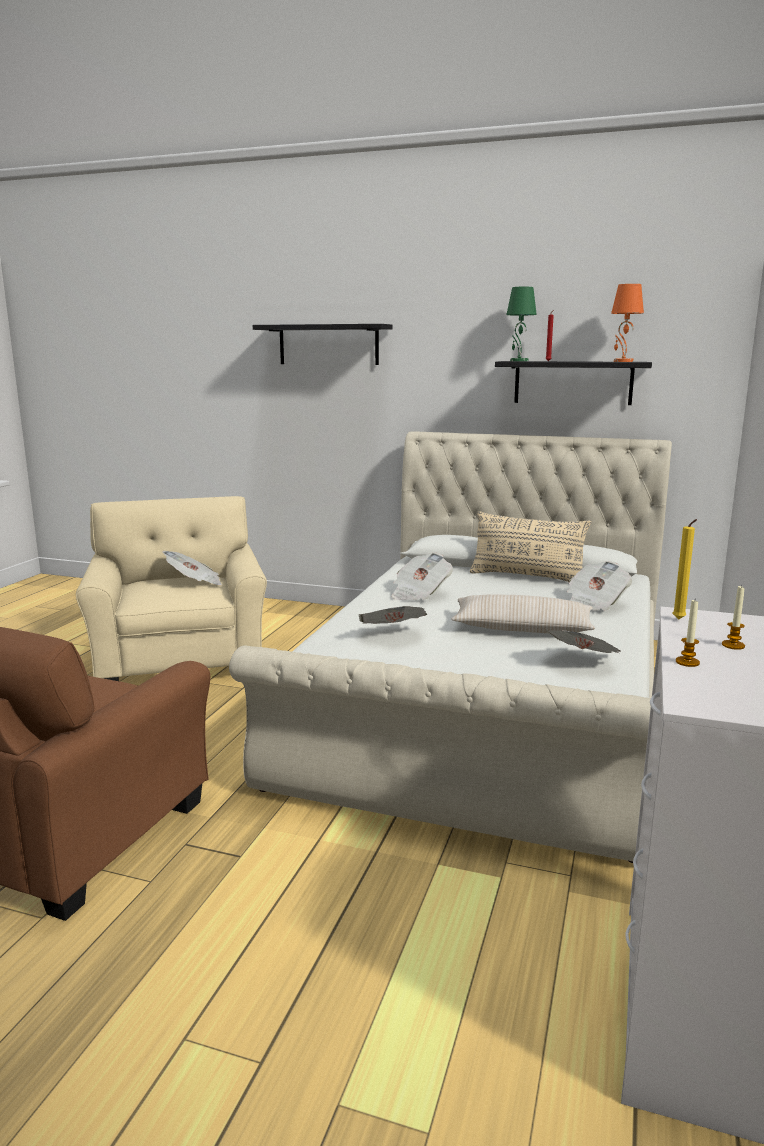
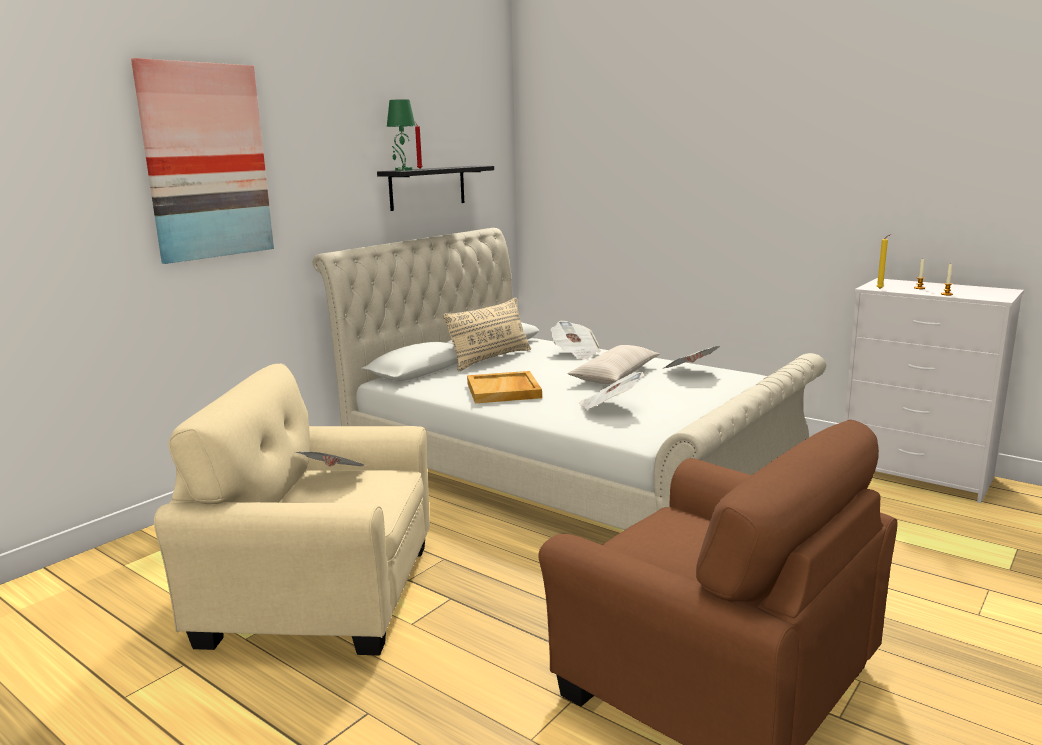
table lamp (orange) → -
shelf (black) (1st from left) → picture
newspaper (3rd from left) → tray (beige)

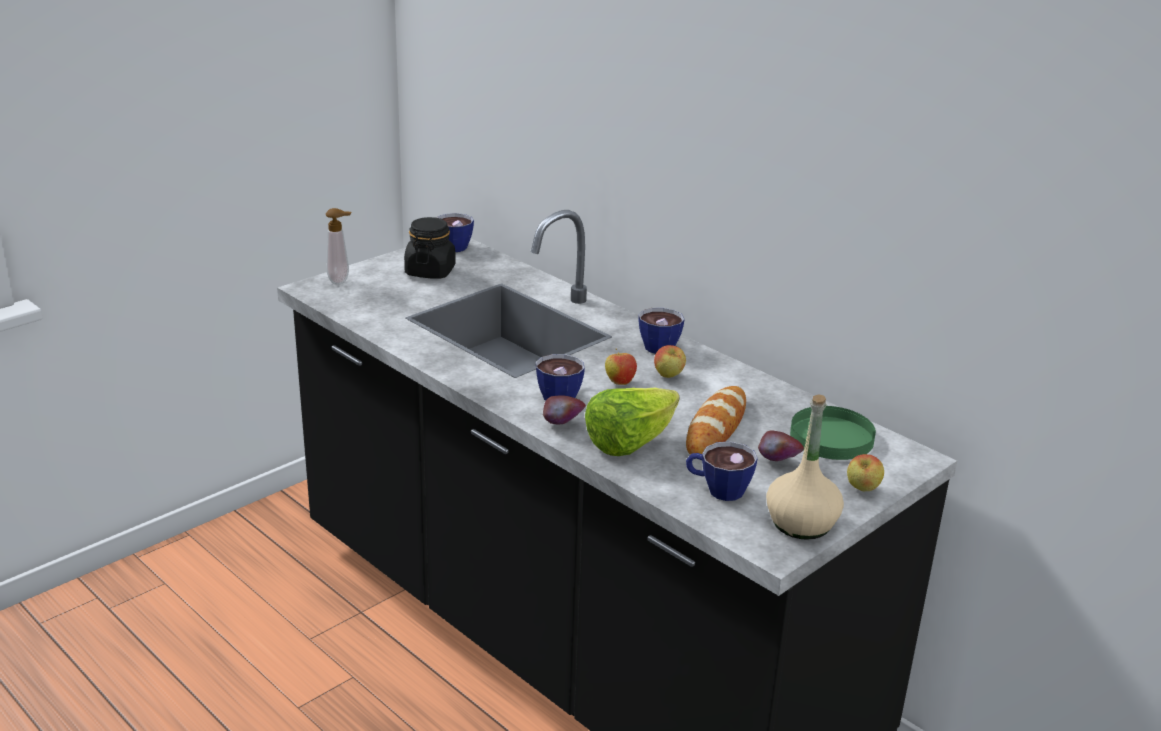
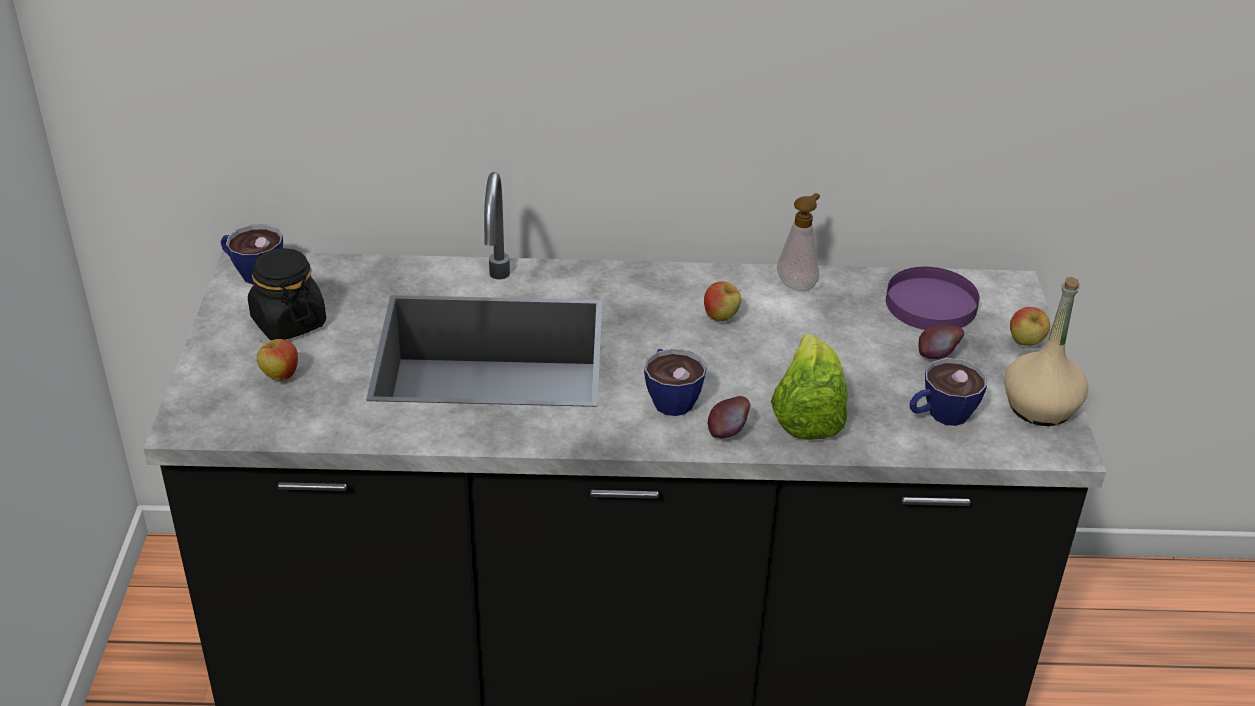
cup (3rd from left) → -
bread → -
soap dispenser, move
apple (2nd from left in the first image) → apple (1st from left), move
plate (green) → plate (purple)

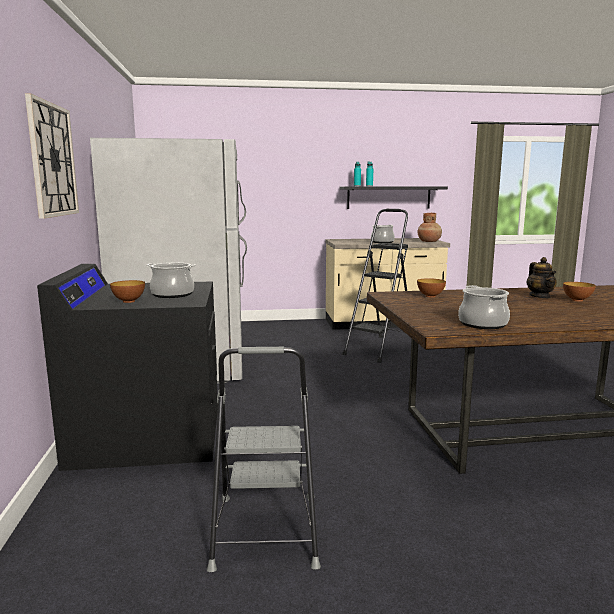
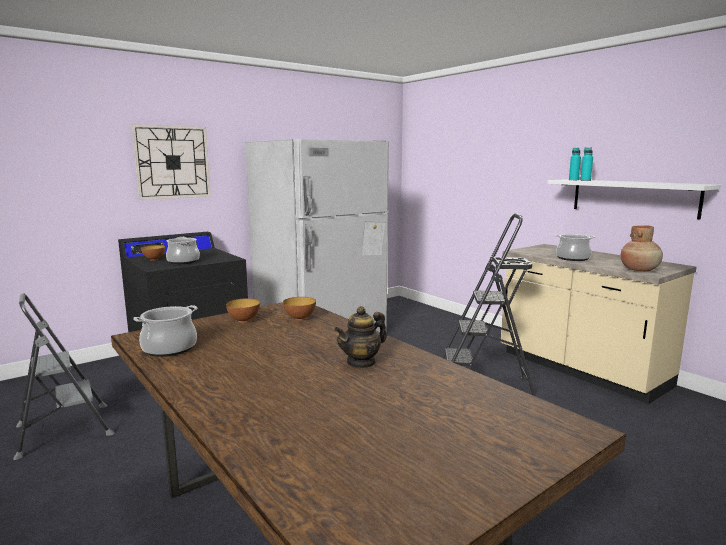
bowl (3rd from left in the first image) → bowl (2nd from left), move
shelf (black) → shelf (white)

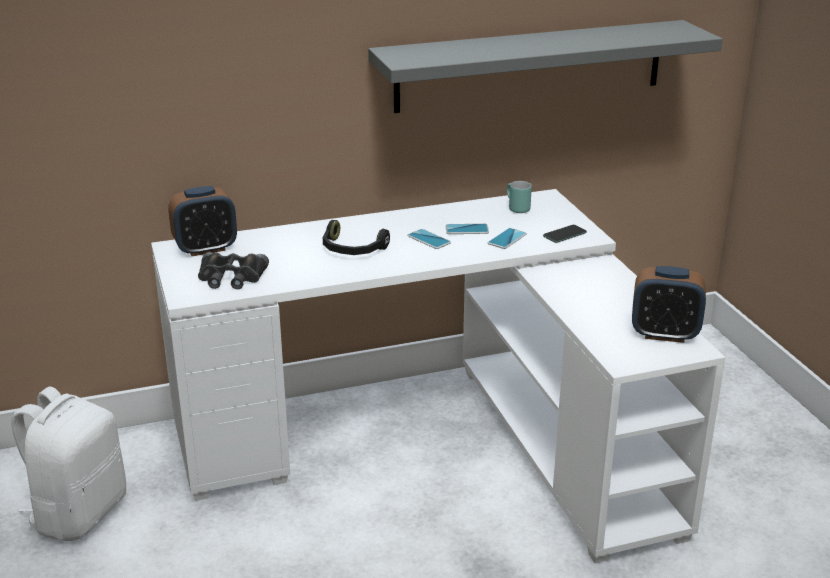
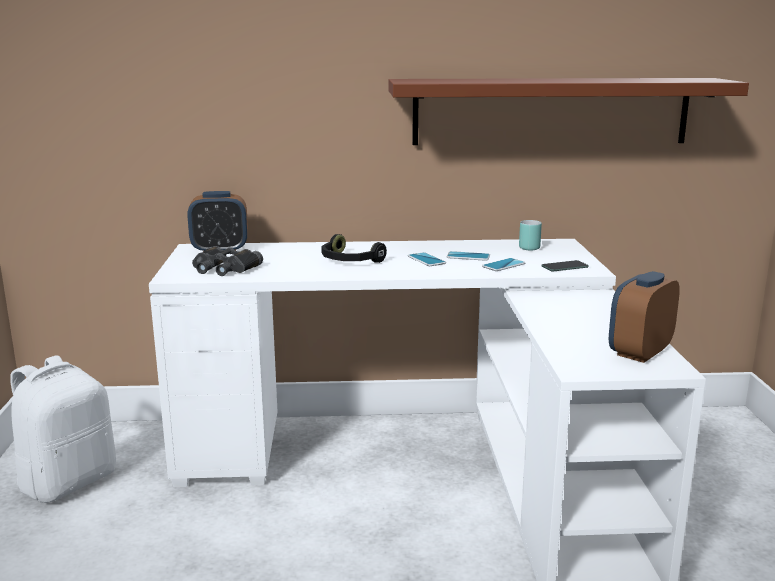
shelf (grey) → shelf (brown)
alarm clock (2nd from left), 105 degrees clockwise

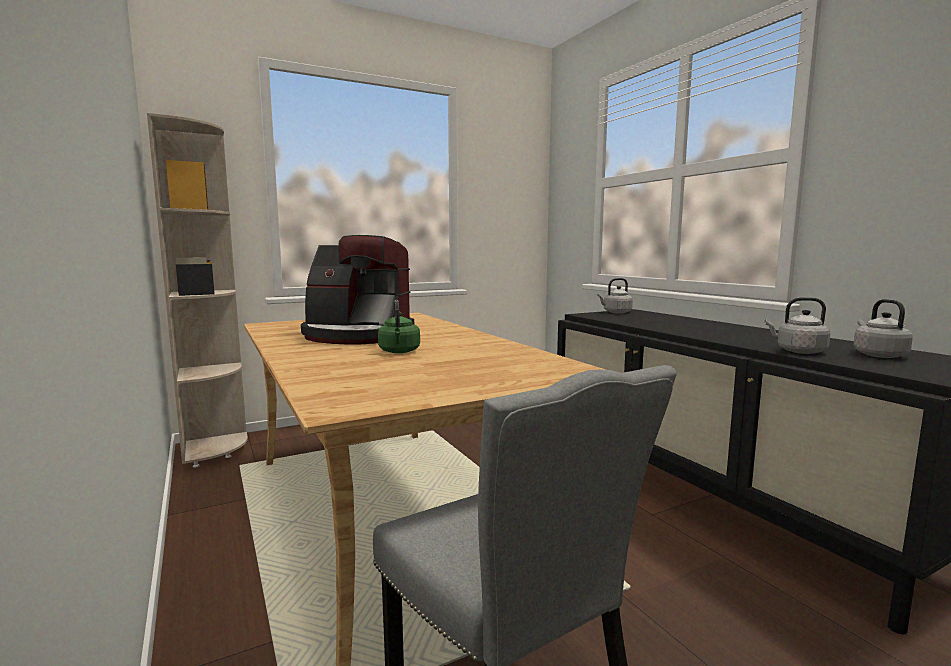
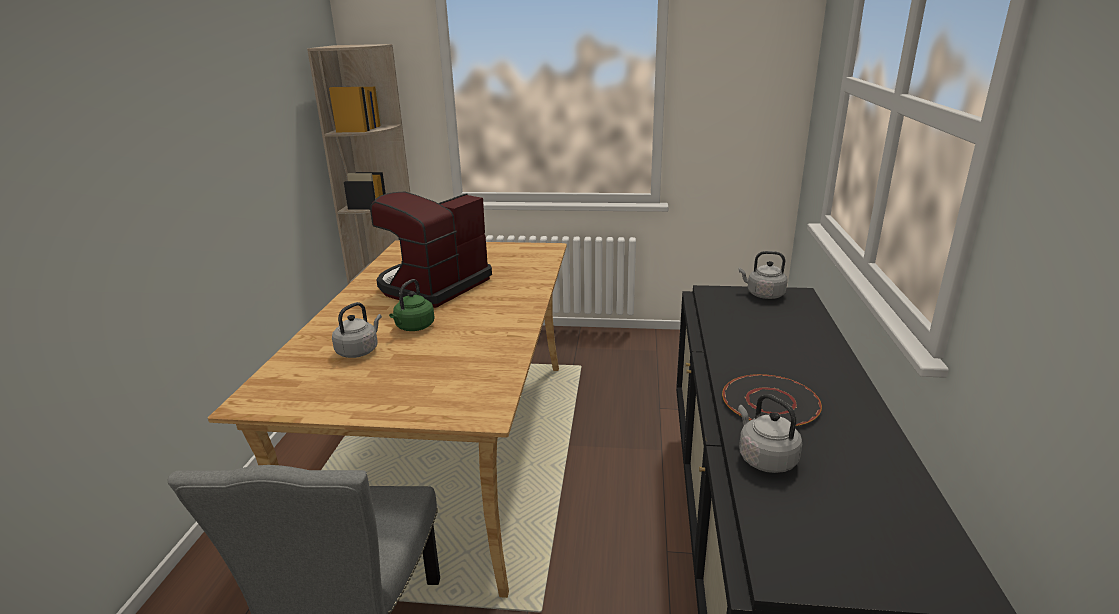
- → plate (black)
kettle (grey) (3rd from left in the first image) → kettle (grey) (1st from left), move
coffee machine, 75 degrees clockwise

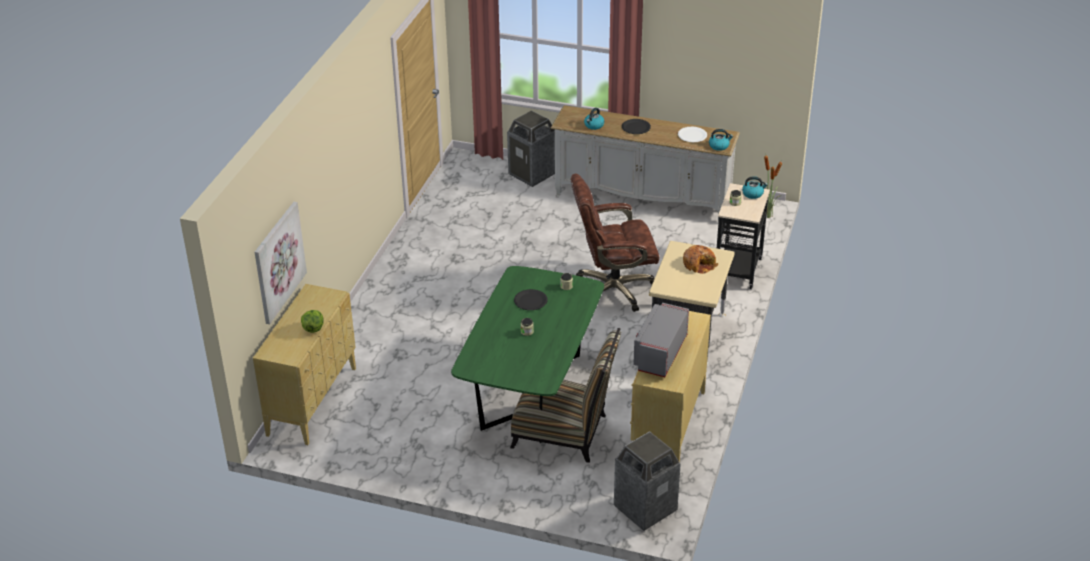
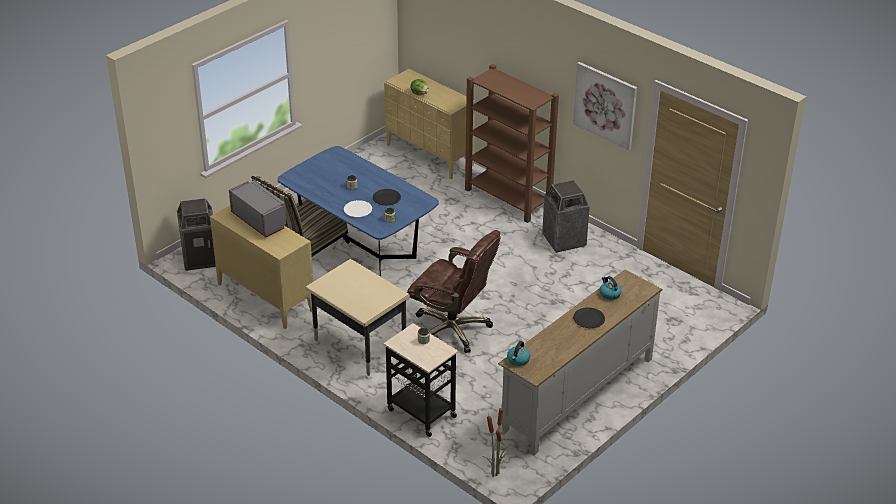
bread → -
kettle (3rd from left) → -
- → bookcase (brown)
picture, move
trash can (1st from left in the first image) → trash can (2nd from left), move
plate (white), move
dining table (green) → dining table (blue)
office chair (brown), 105 degrees clockwise

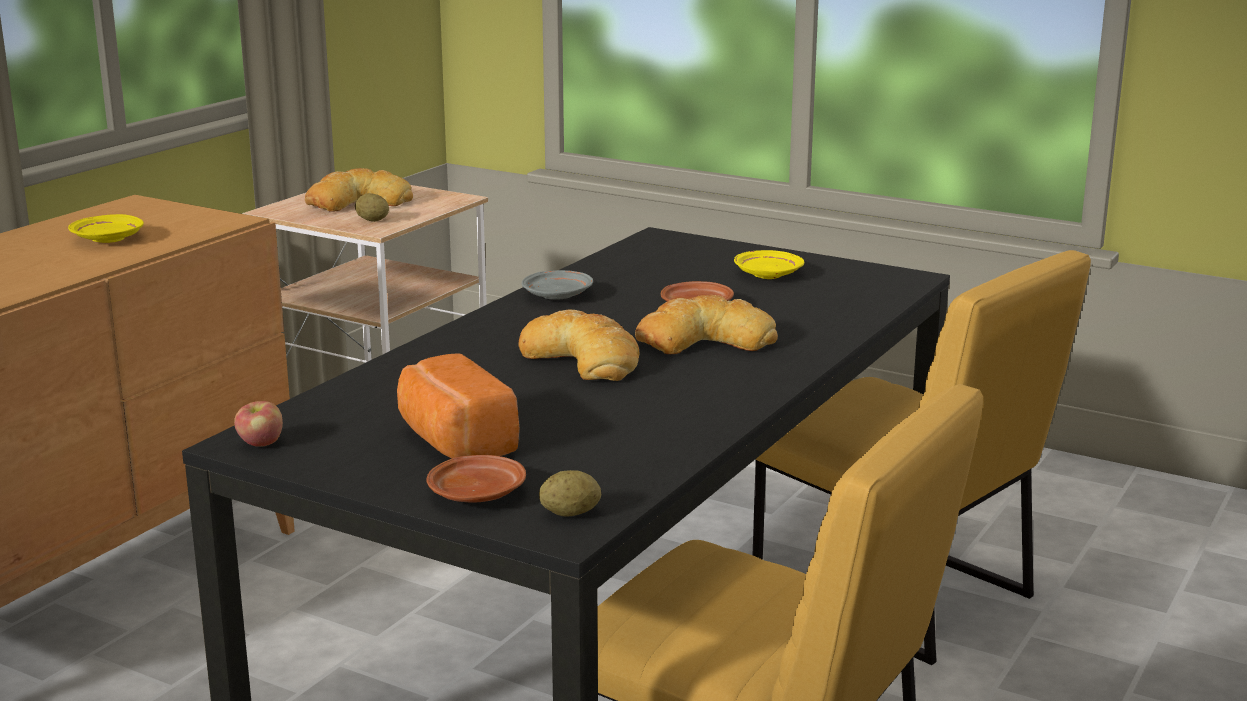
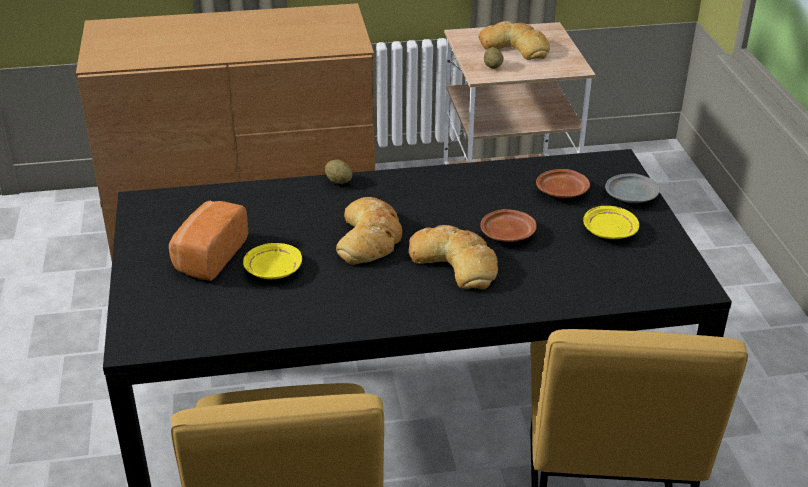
apple → -
plate (yellow) (1st from left), move
plate (brown) (1st from left in the first image) → plate (brown) (2nd from left), move
plate (grey), move
potato (2nd from left in the first image) → potato (1st from left), move

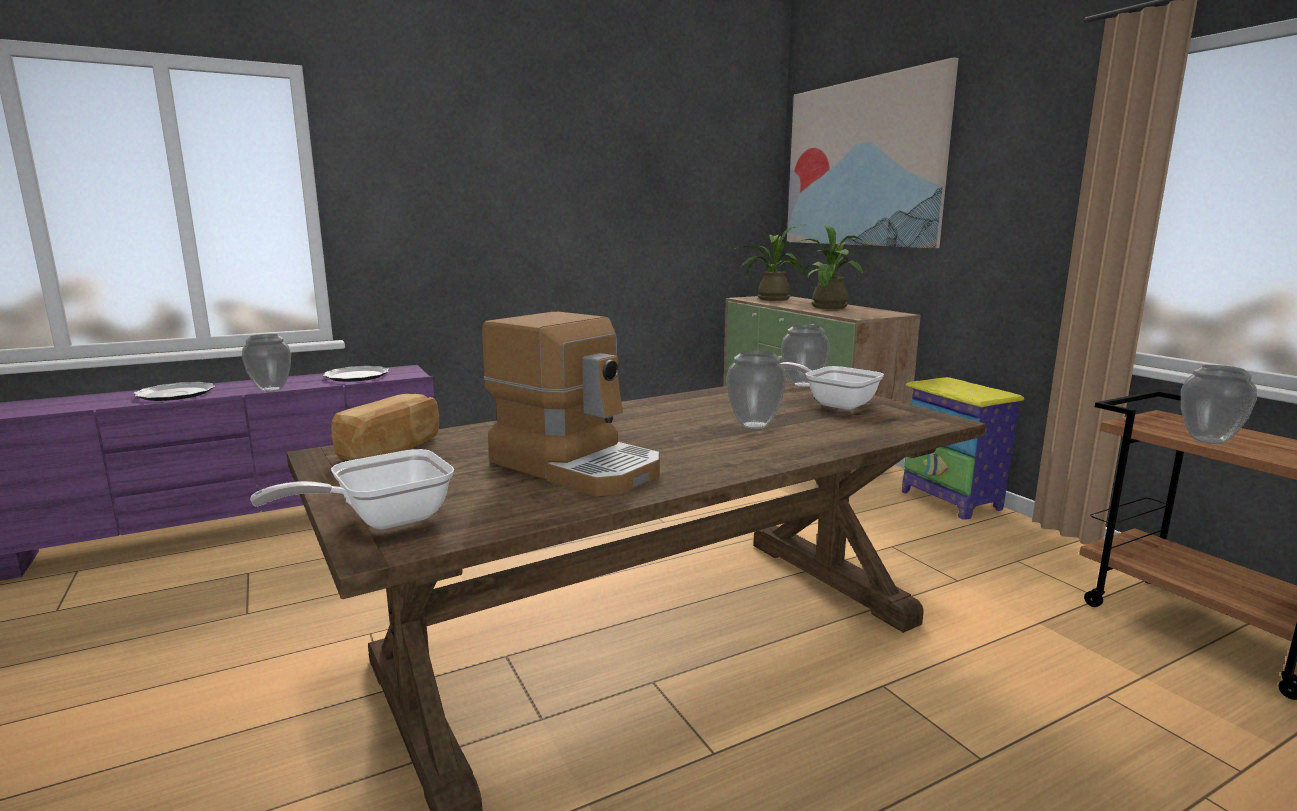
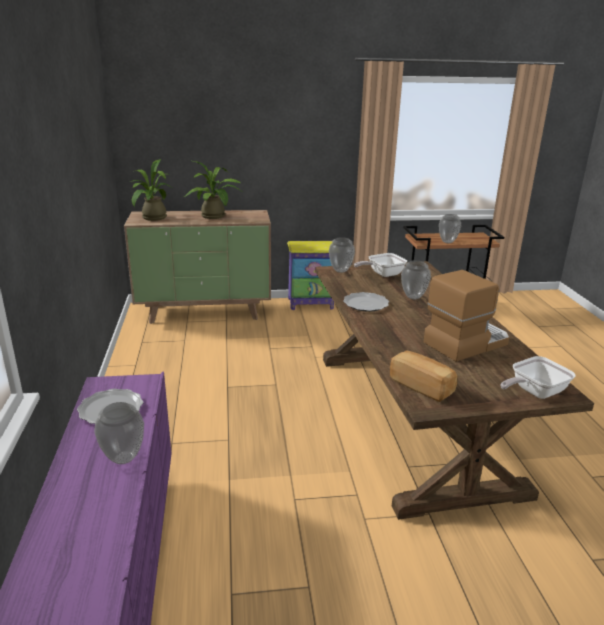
picture → -
plate (1st from left in the first image) → plate (2nd from left), move
frying pan (1st from left in the first image) → frying pan (2nd from left), 75 degrees clockwise

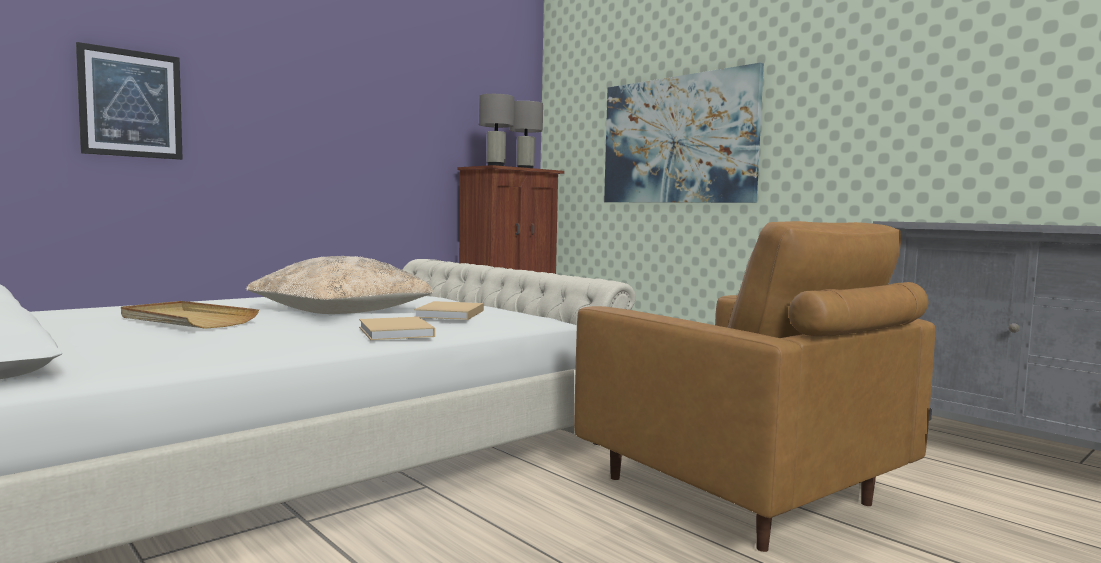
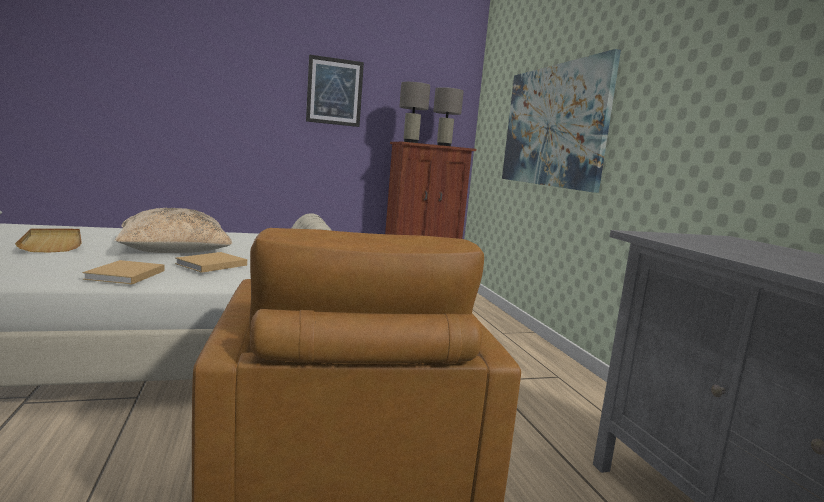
picture (1st from left), move

